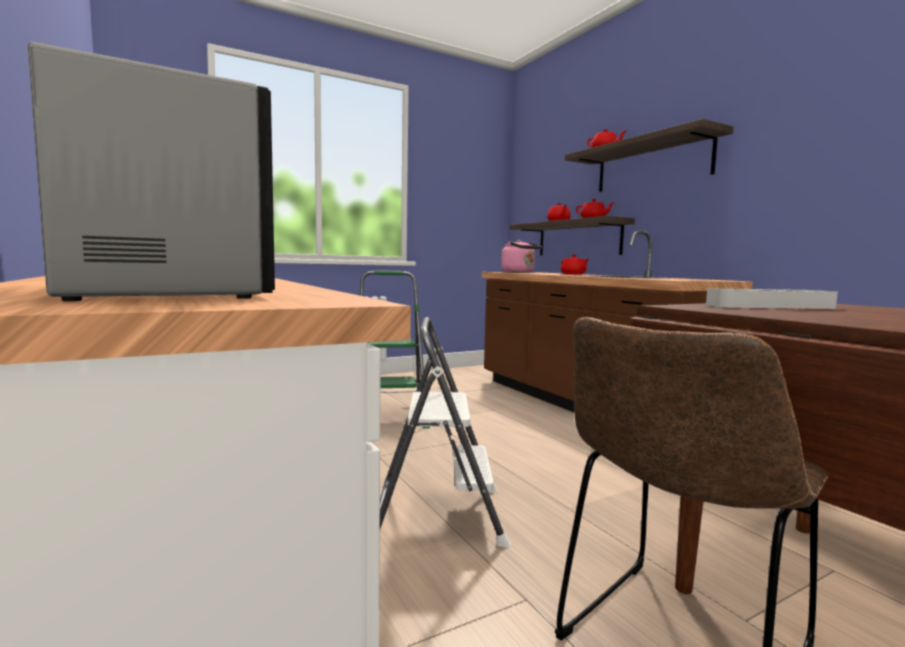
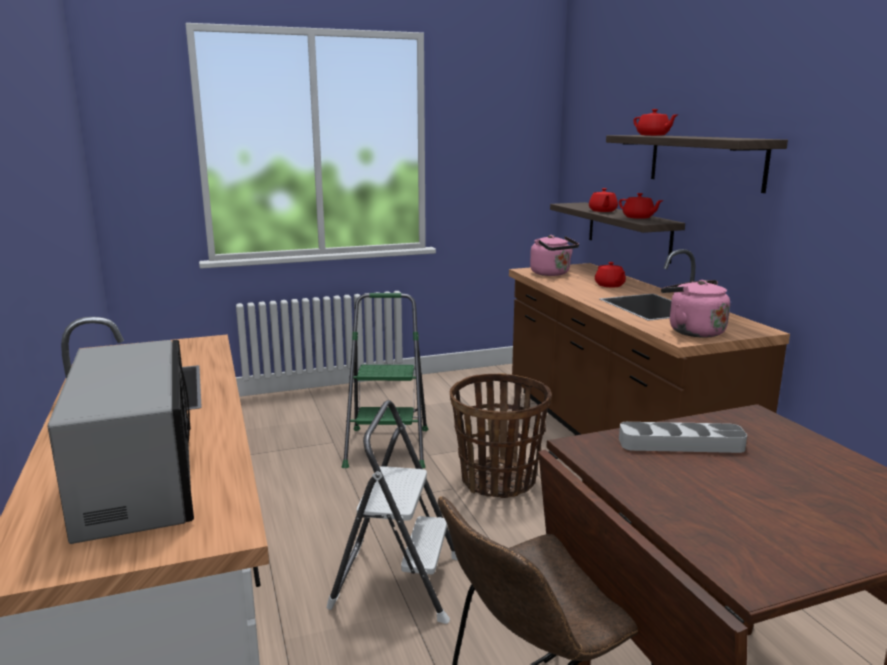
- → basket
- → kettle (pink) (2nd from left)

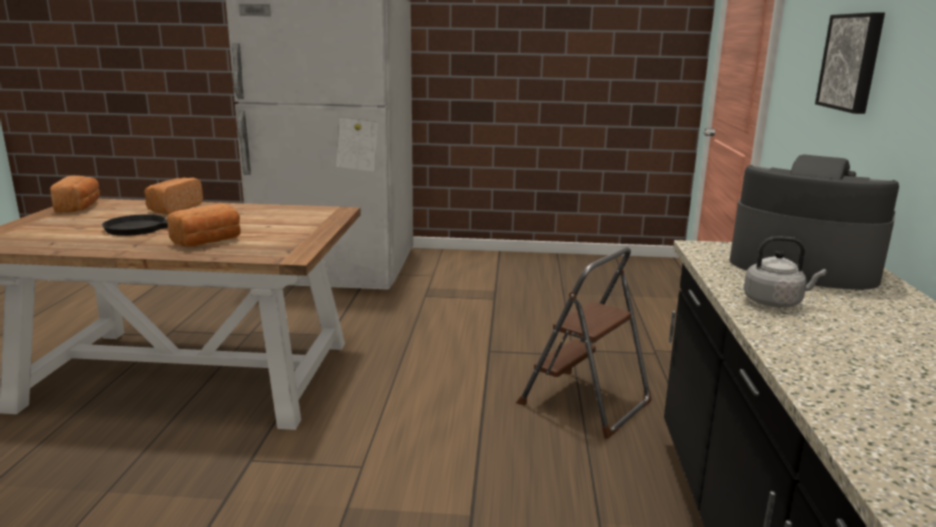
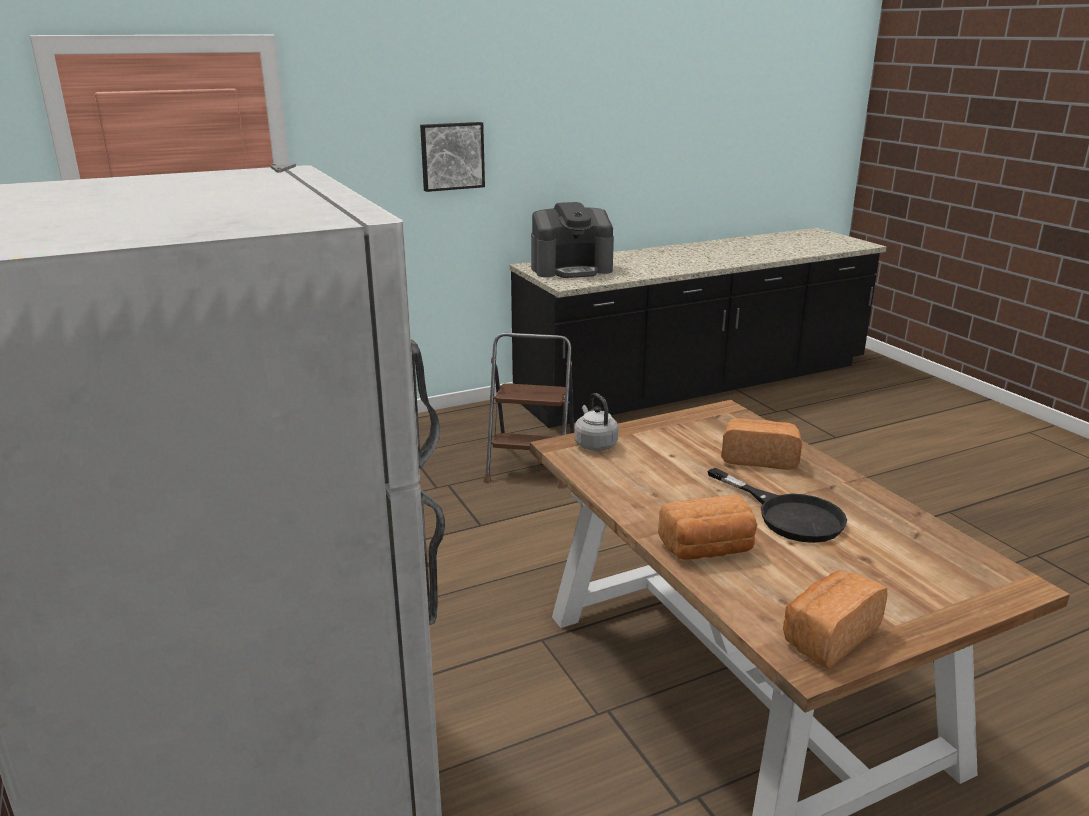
kettle (grey), move
coffee machine, 105 degrees counterclockwise

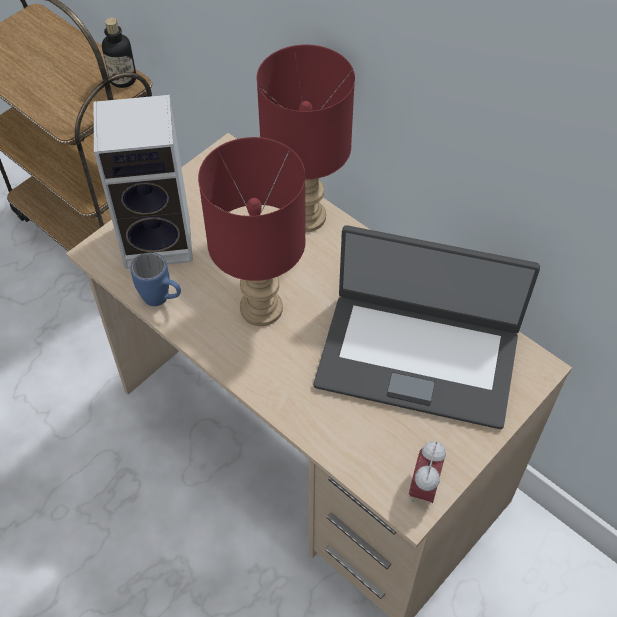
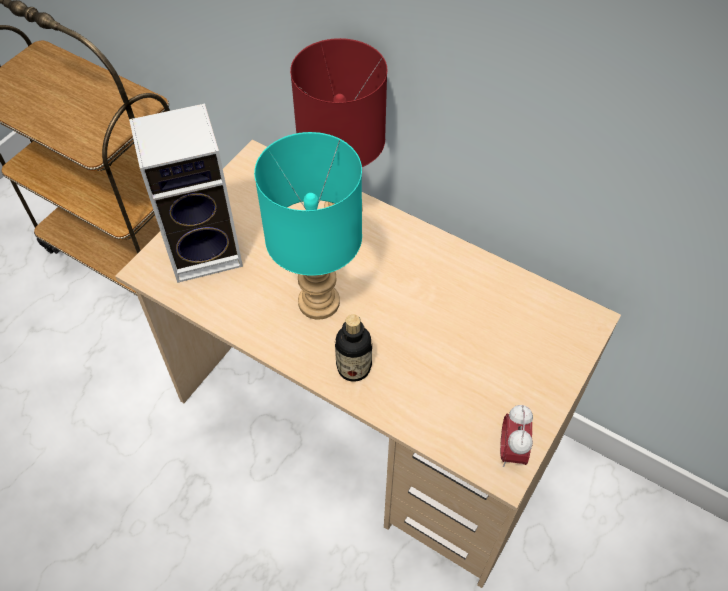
mug (blue) → -
laptop → -
bottle, move
table lamp (red) (1st from left) → table lamp (turquoise)

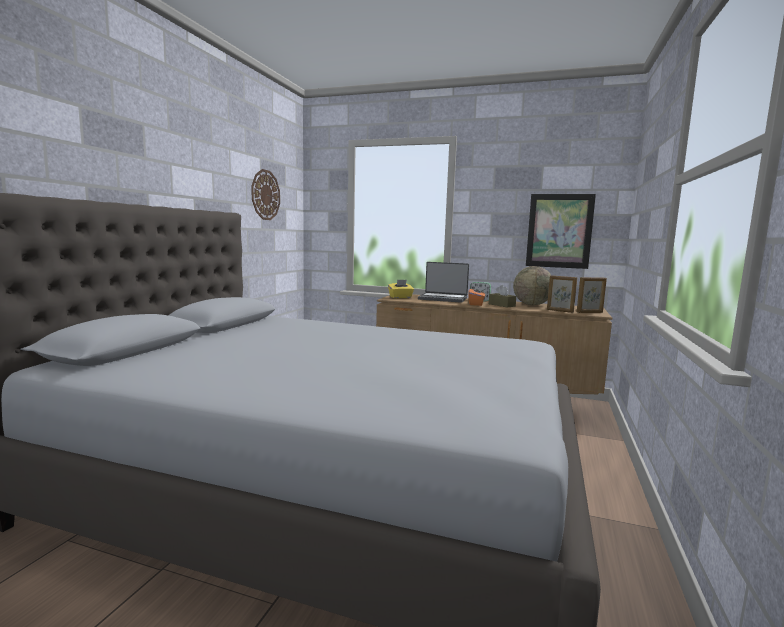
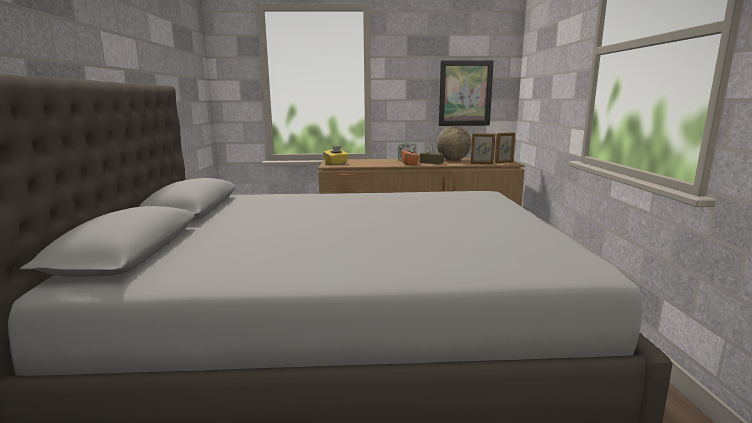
wall clock → -
laptop → -

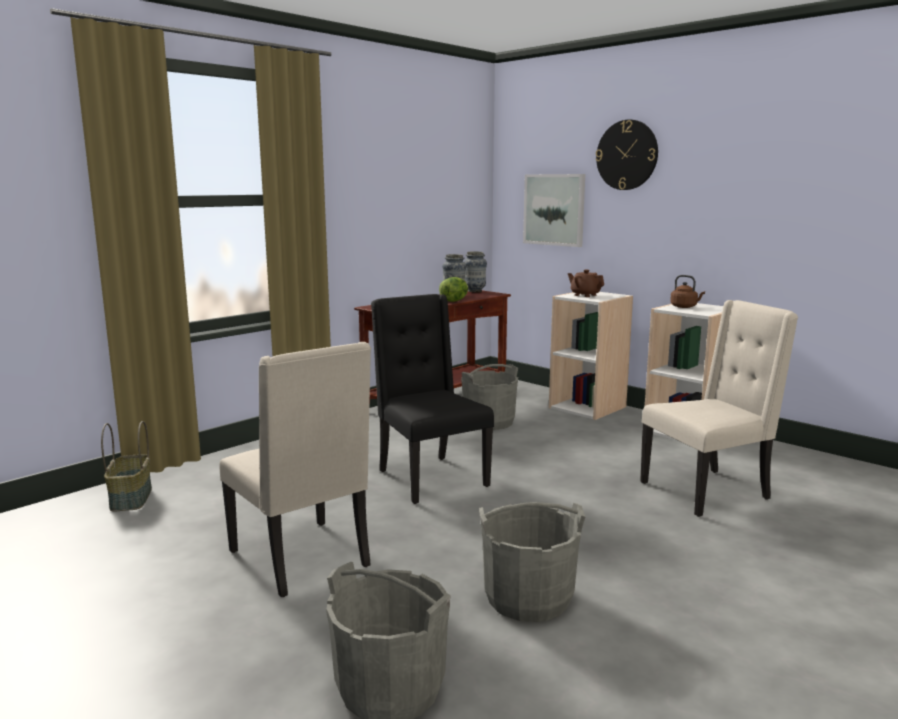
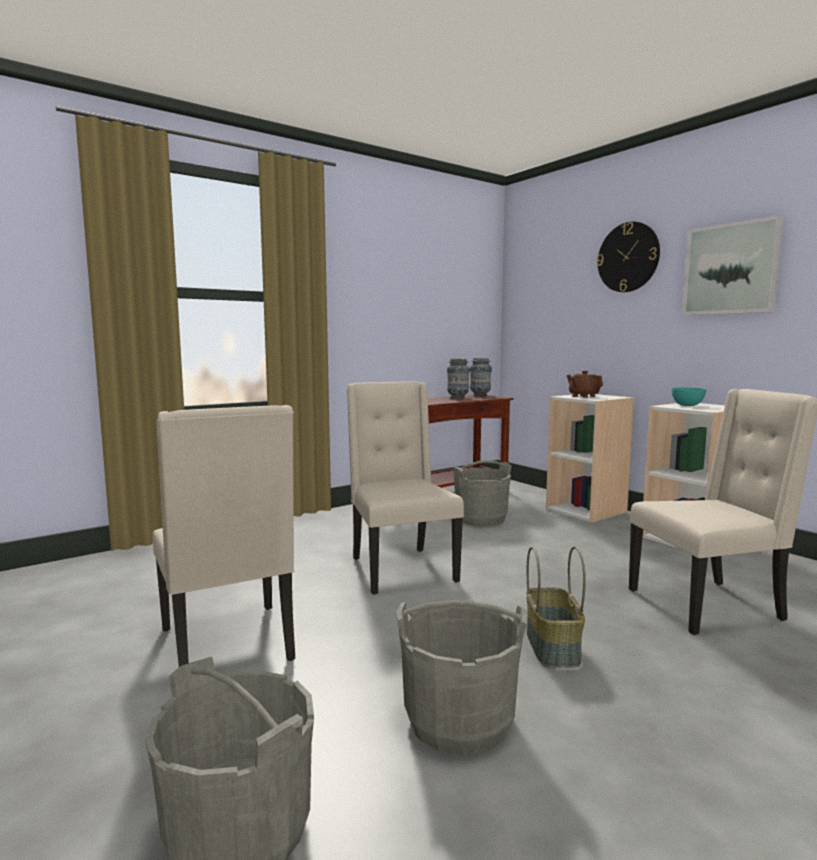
lettuce → -
basket, move
picture, move
kettle (brown) → bowl (turquoise)
chair (black) → chair (beige) (2nd from left)

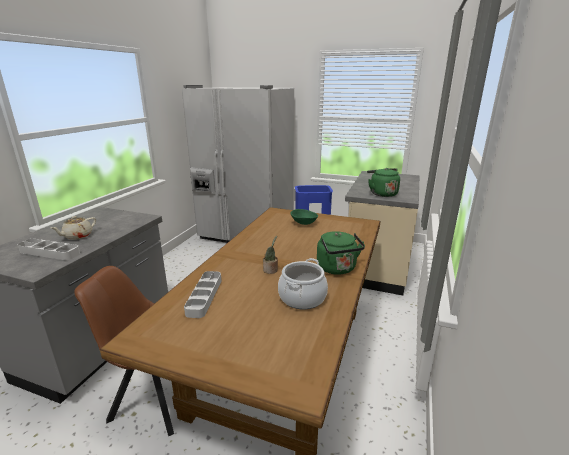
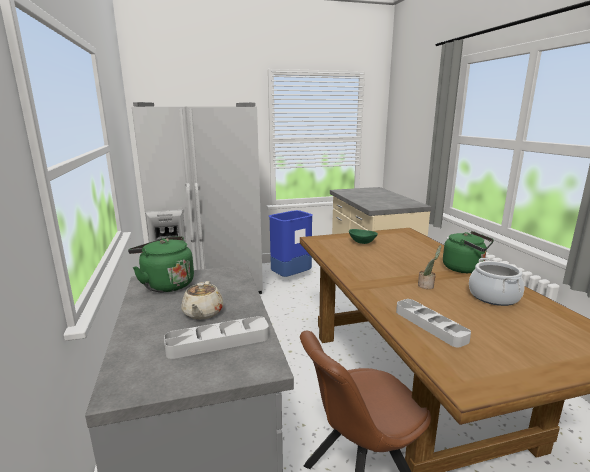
kettle (green) (2nd from left in the first image) → kettle (green) (1st from left), move

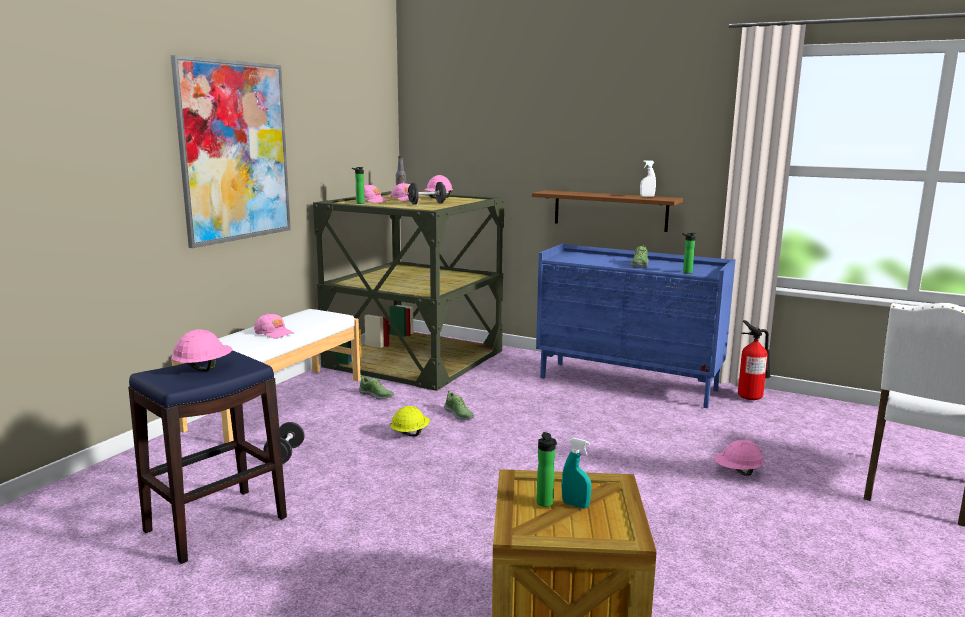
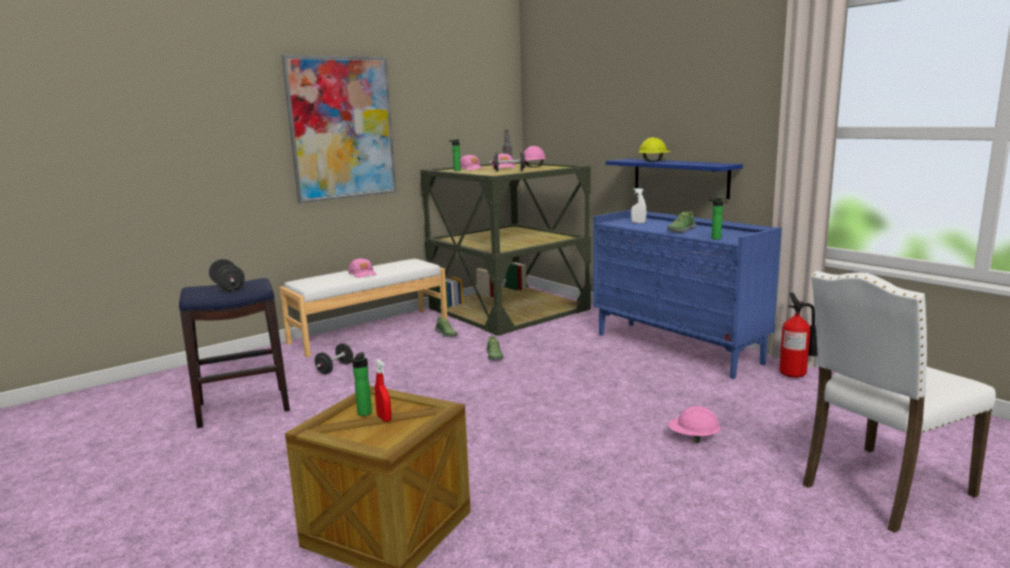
hard hat (yellow), move
spray bottle (white), move
hard hat (pink) (1st from left) → dumbbell (black) (1st from left)
shelf (brown) → shelf (blue)
spray bottle (turquoise) → spray bottle (red)

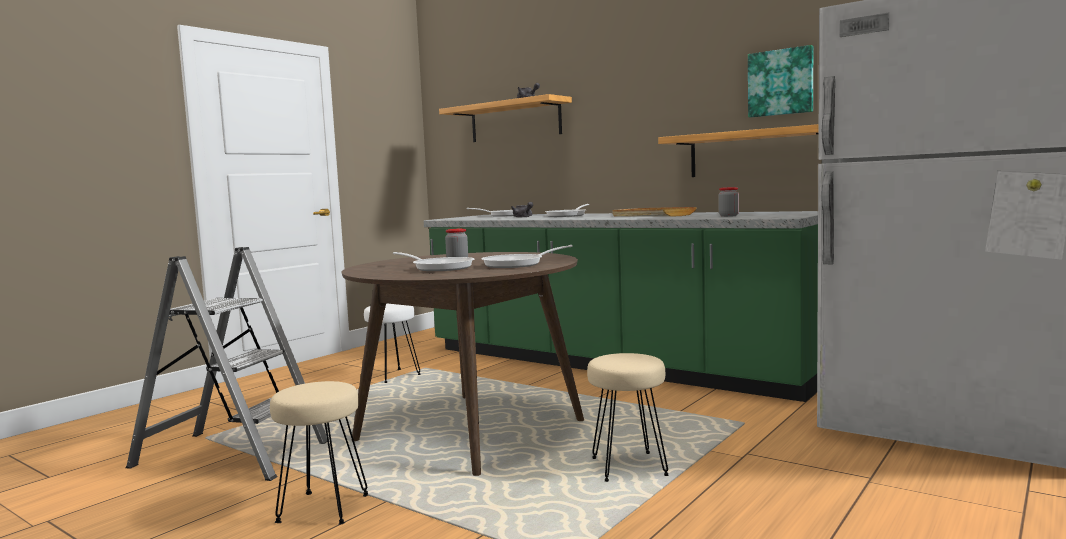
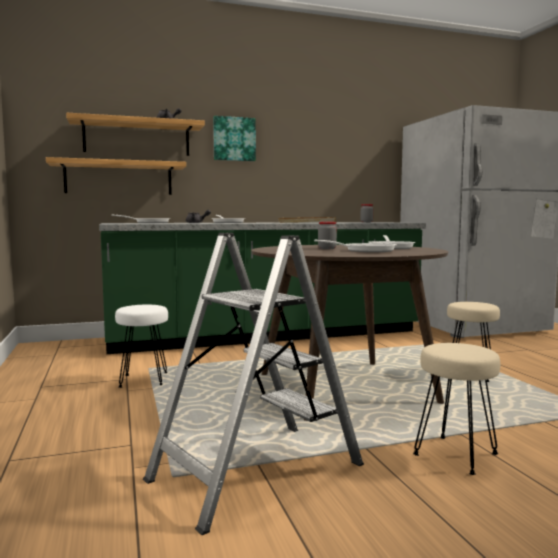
shelf (2nd from left in the first image) → shelf (1st from left), move
picture, move

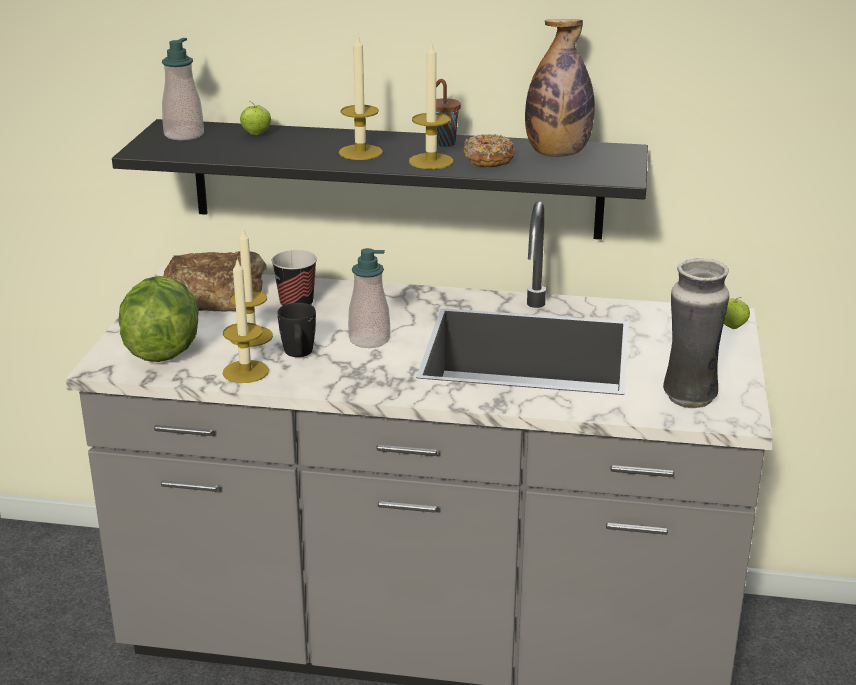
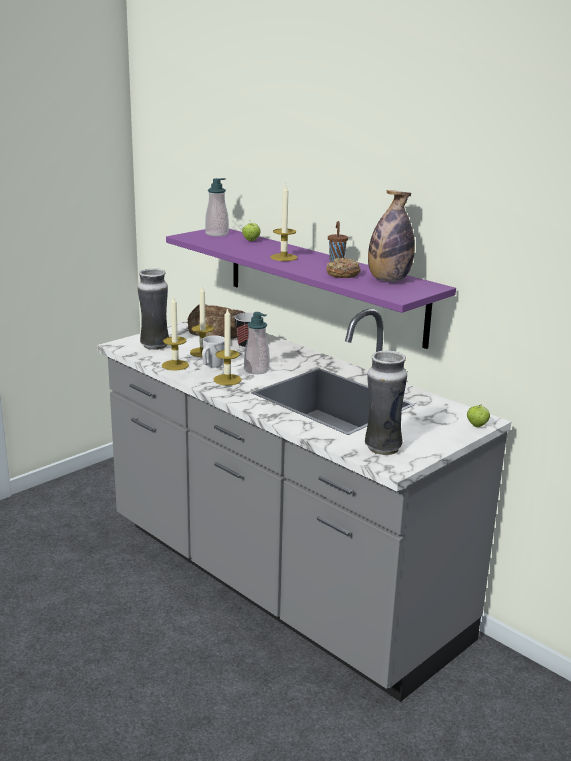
candle (4th from left in the first image) → candle (3rd from left), move
lettuce → vase (1st from left)
shelf (black) → shelf (purple)
mug (black) → mug (white)

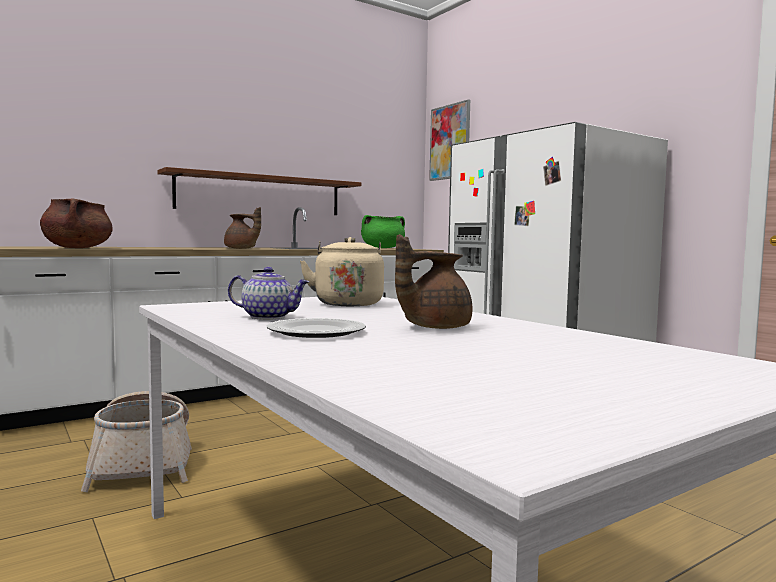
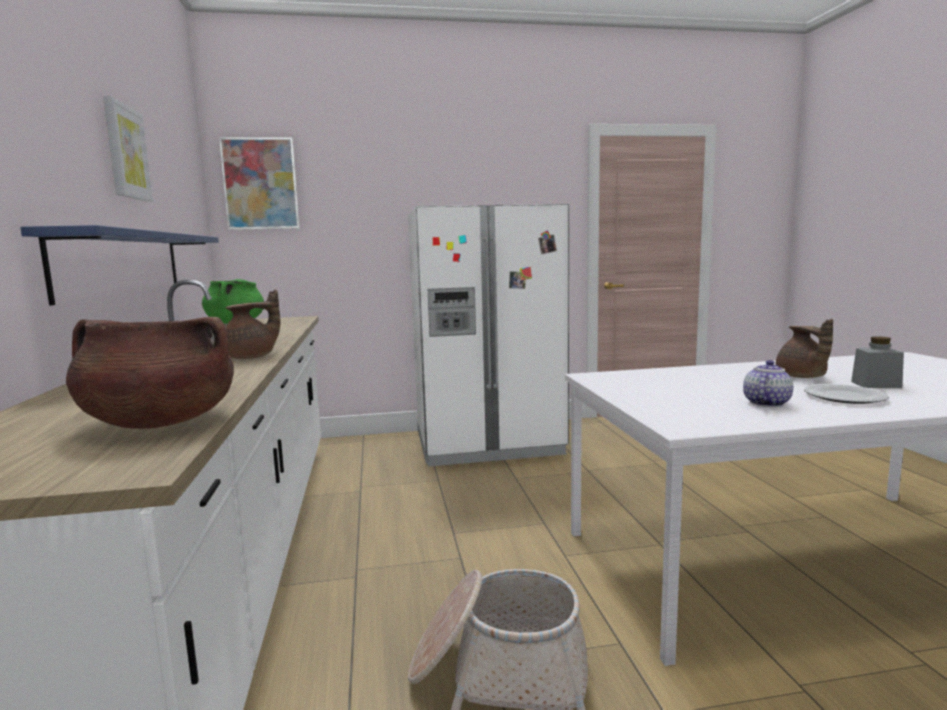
kettle (beige) → -
- → picture (1st from left)
- → jar (grey)
shelf (brown) → shelf (blue)

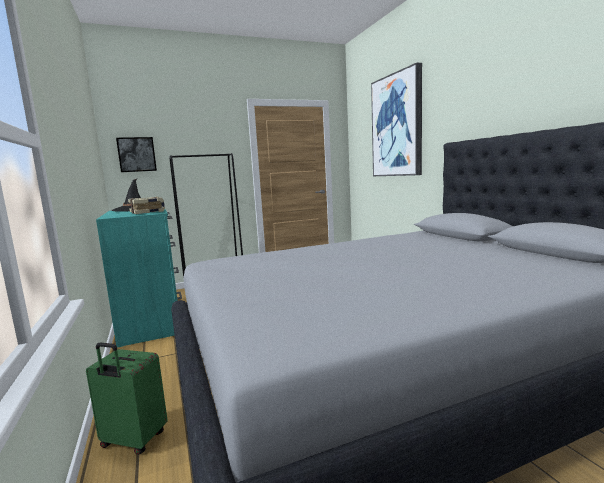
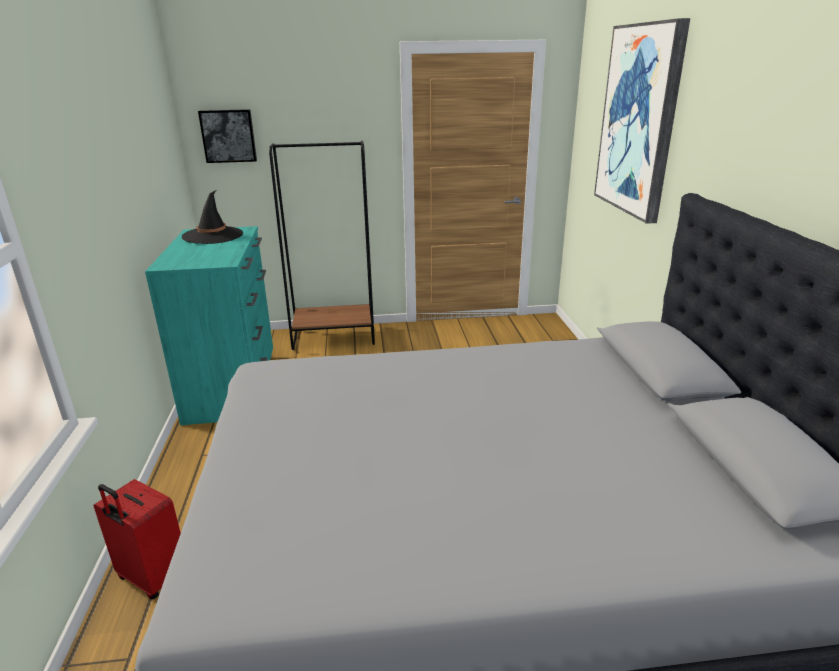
book → -
suitcase (green) → suitcase (red)

